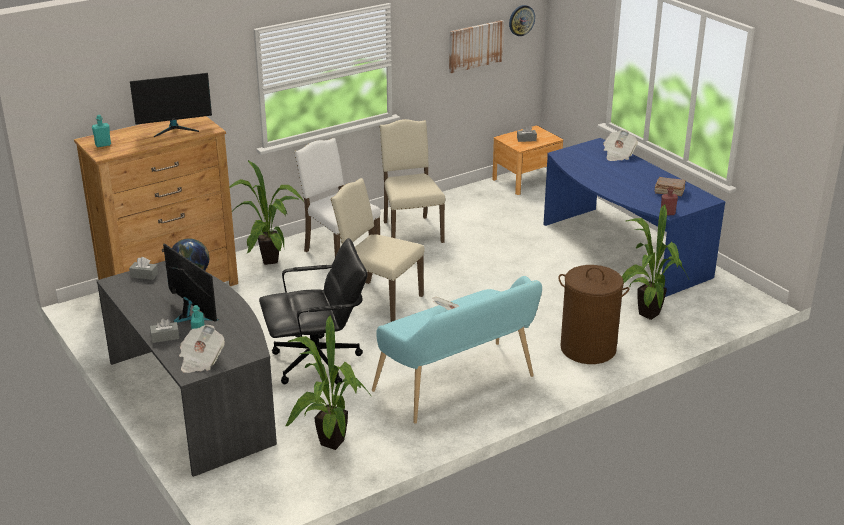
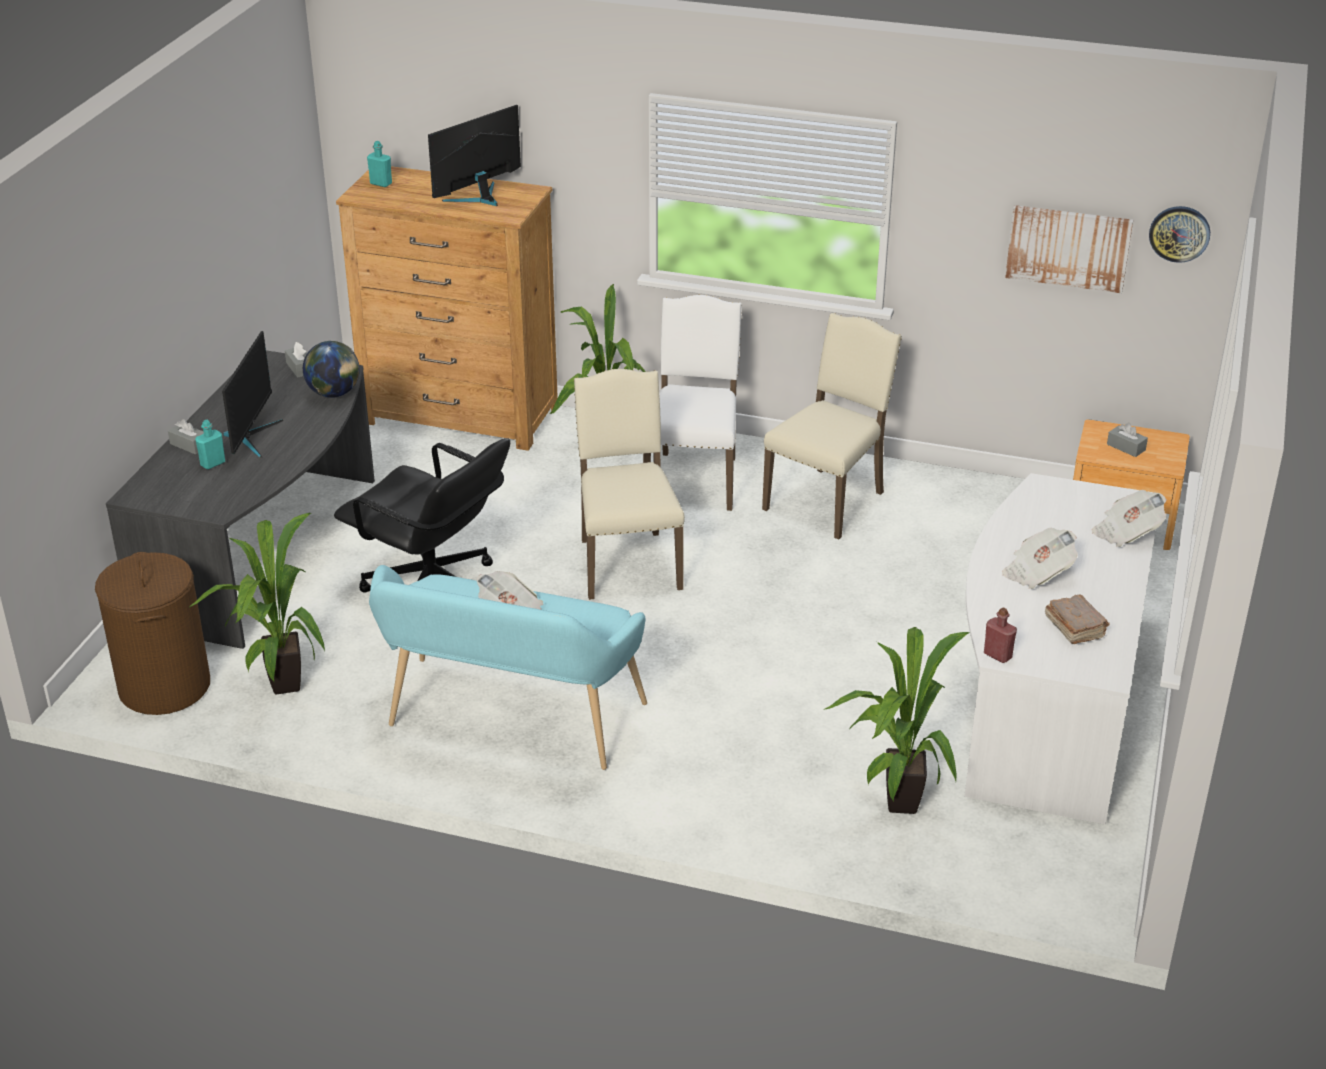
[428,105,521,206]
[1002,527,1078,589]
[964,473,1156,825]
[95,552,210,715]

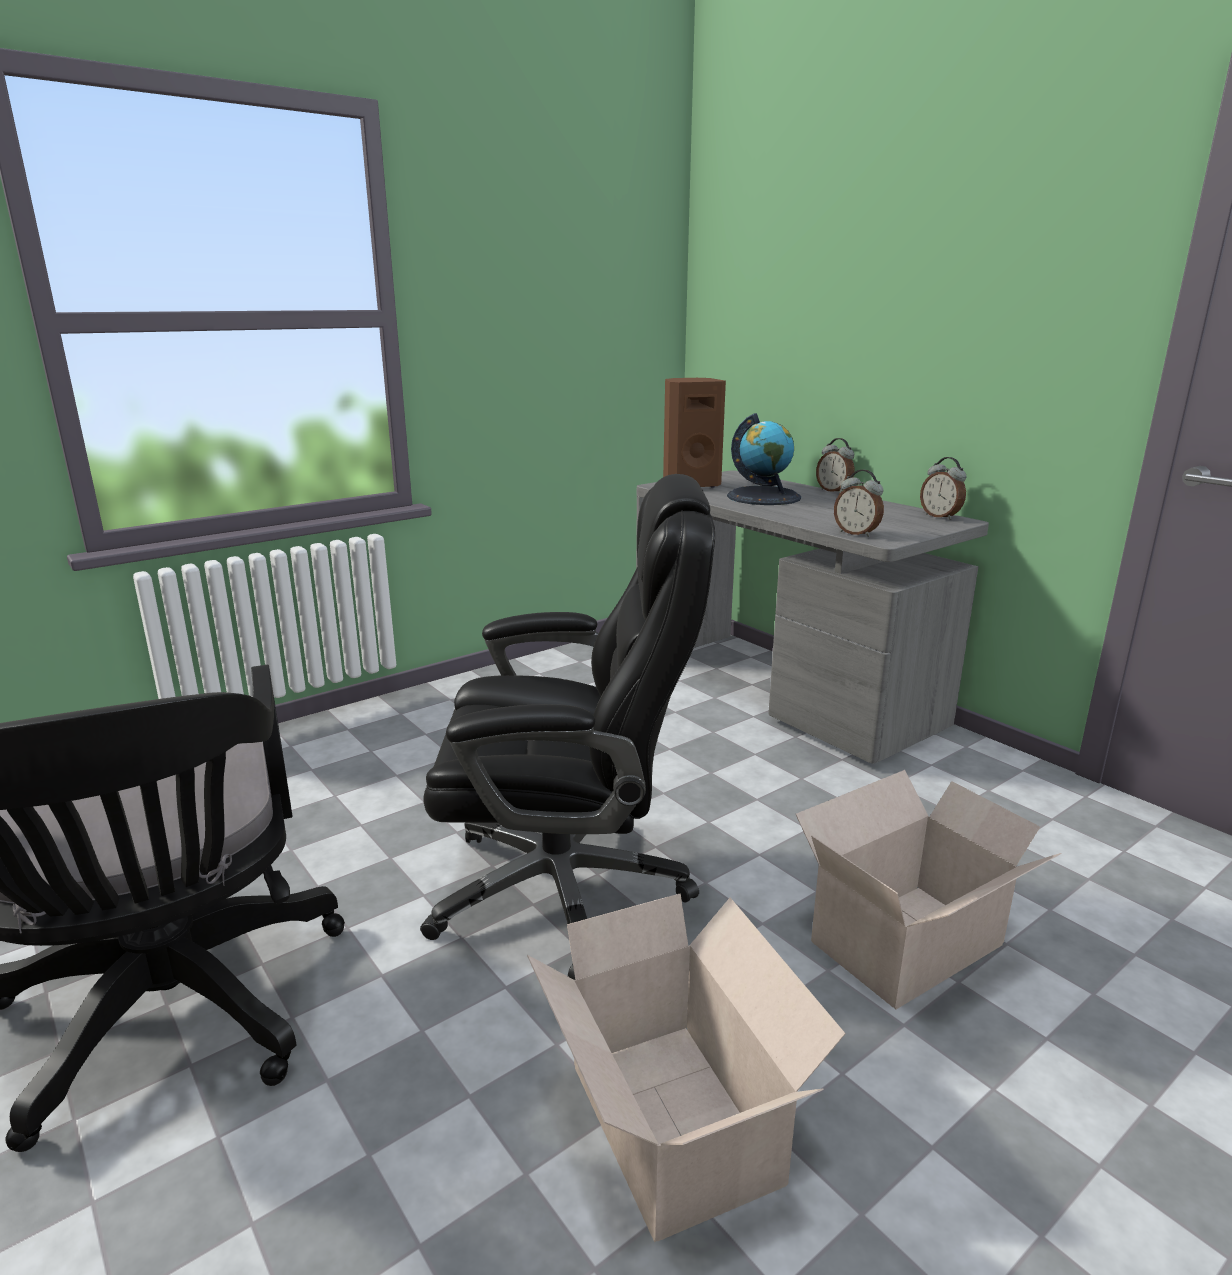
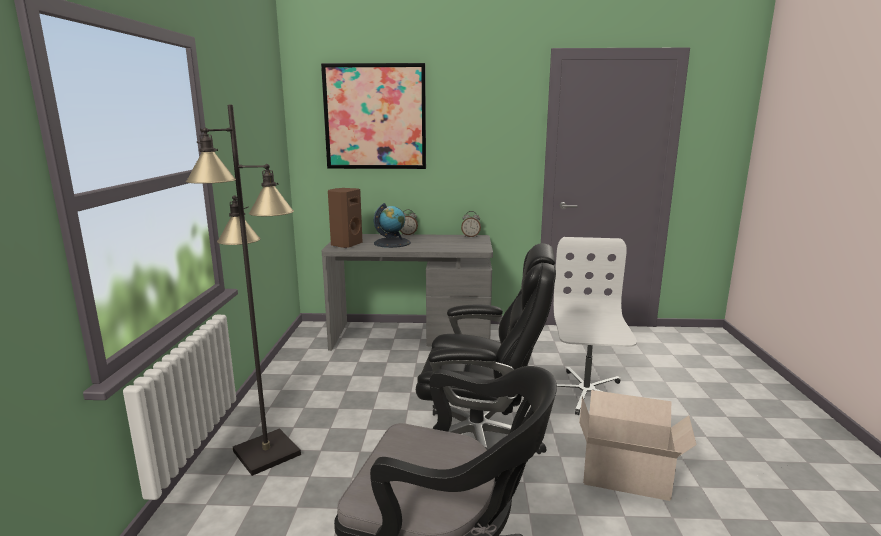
[416,243,556,454]
[554,237,637,415]
[834,470,884,537] (first image)
[185,104,301,476]
[321,63,426,169]

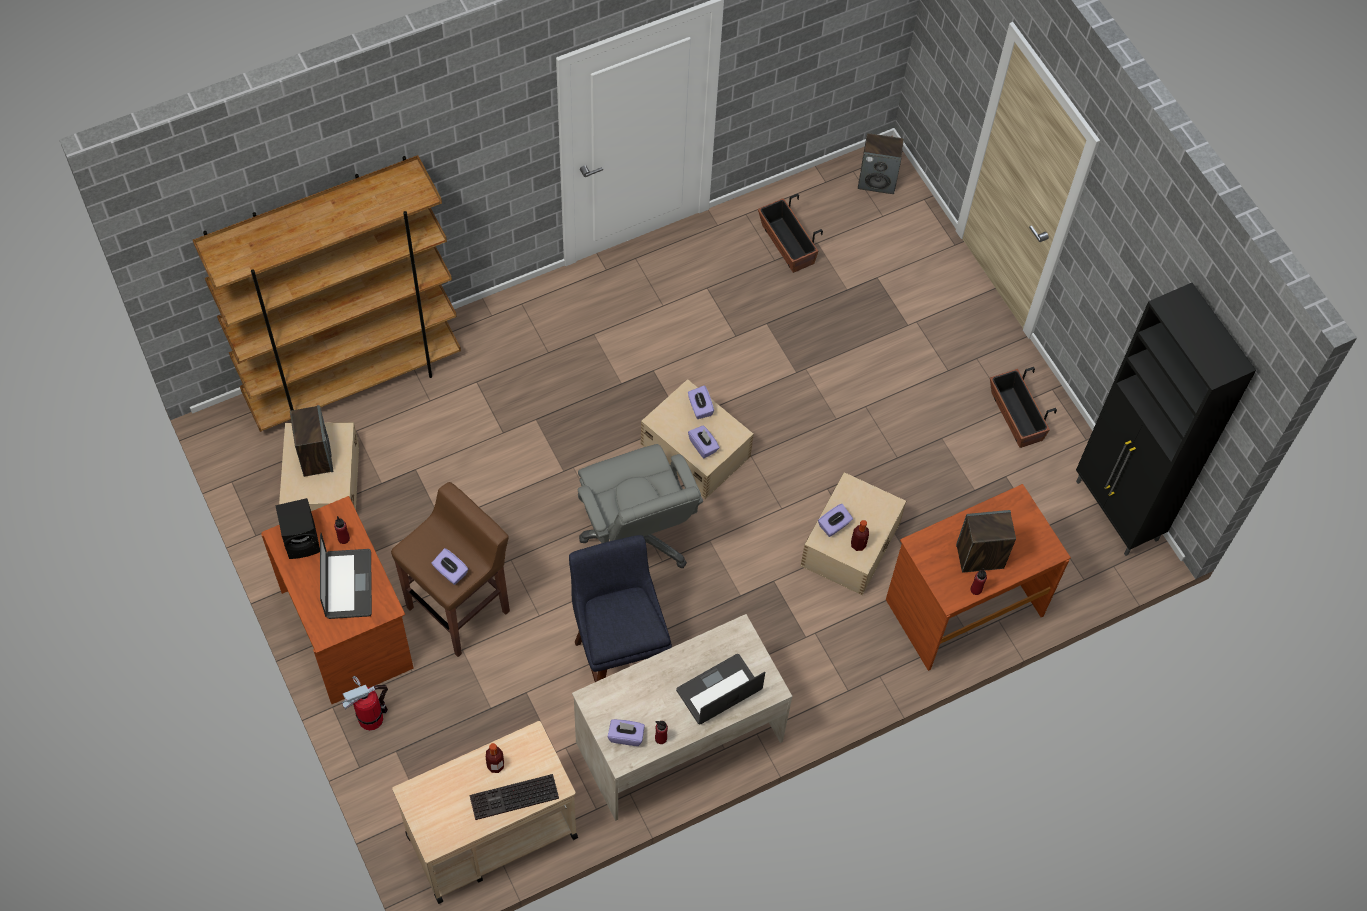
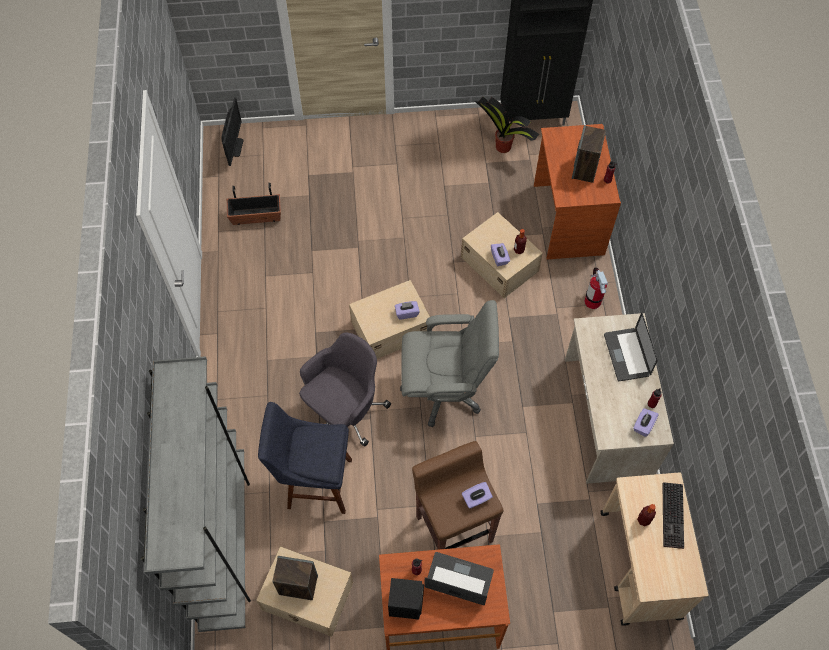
[141,356,251,632]
[584,267,608,309]
[258,402,352,514]
[688,385,714,419] (first image)
[221,98,244,166]
[990,367,1057,448] (first image)
[299,332,391,447]
[475,97,539,153]

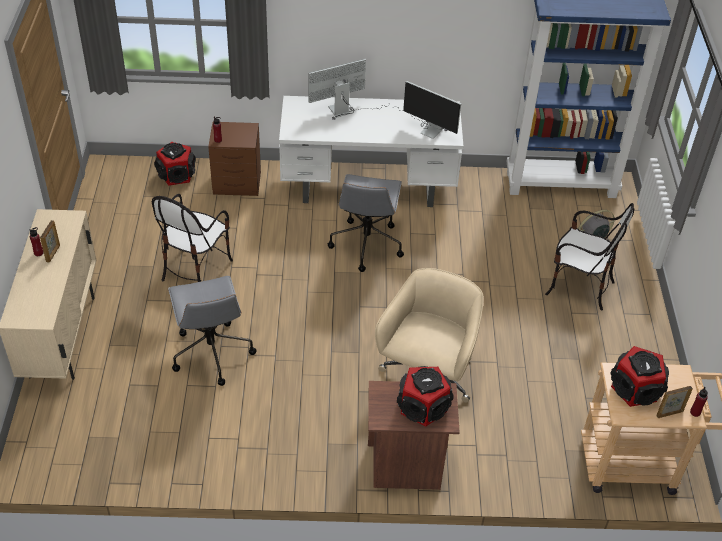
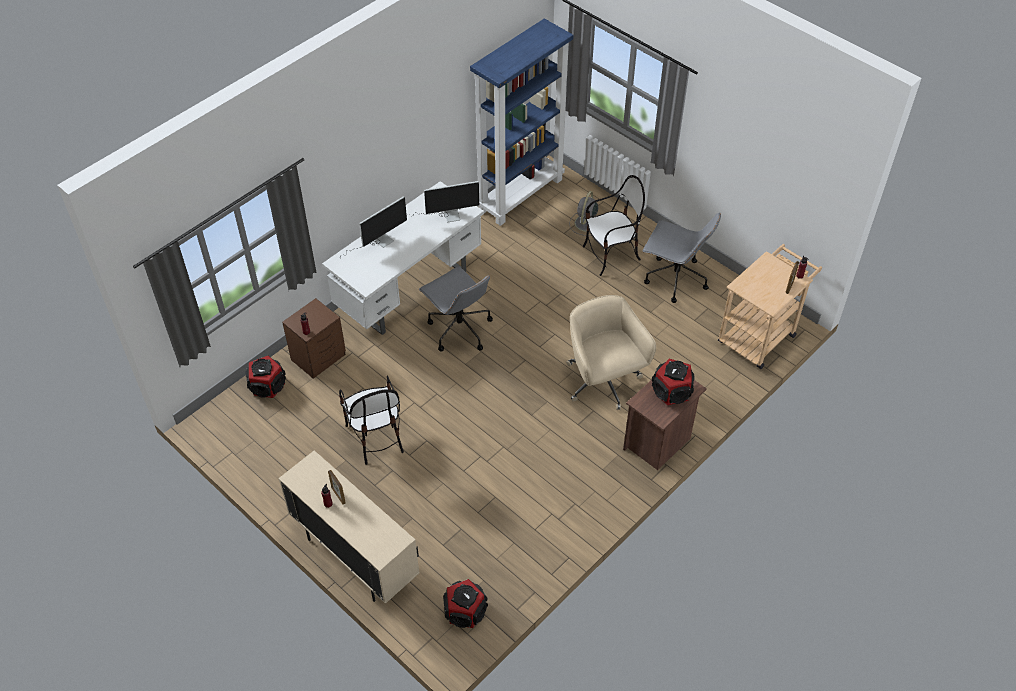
[642,212,721,303]
[340,196,407,259]
[443,579,488,628]

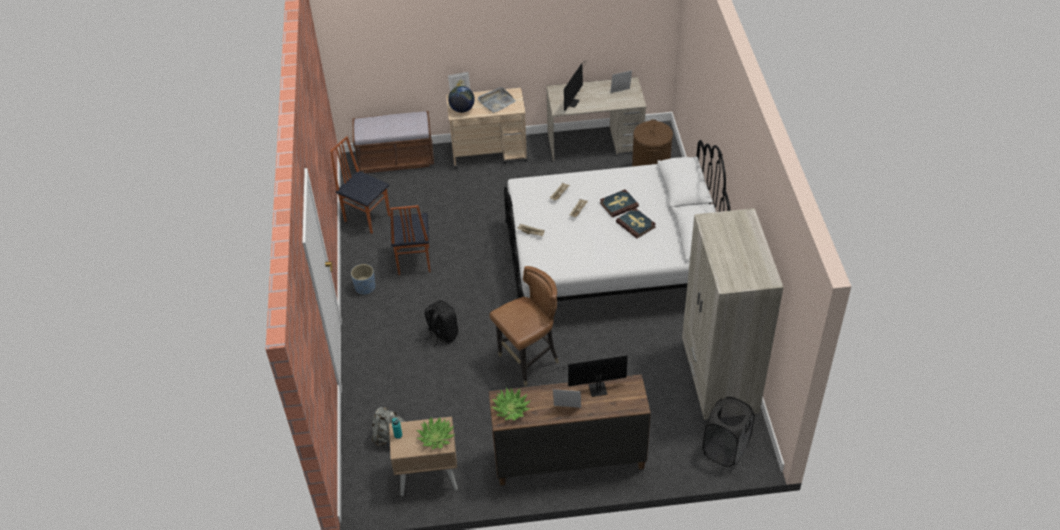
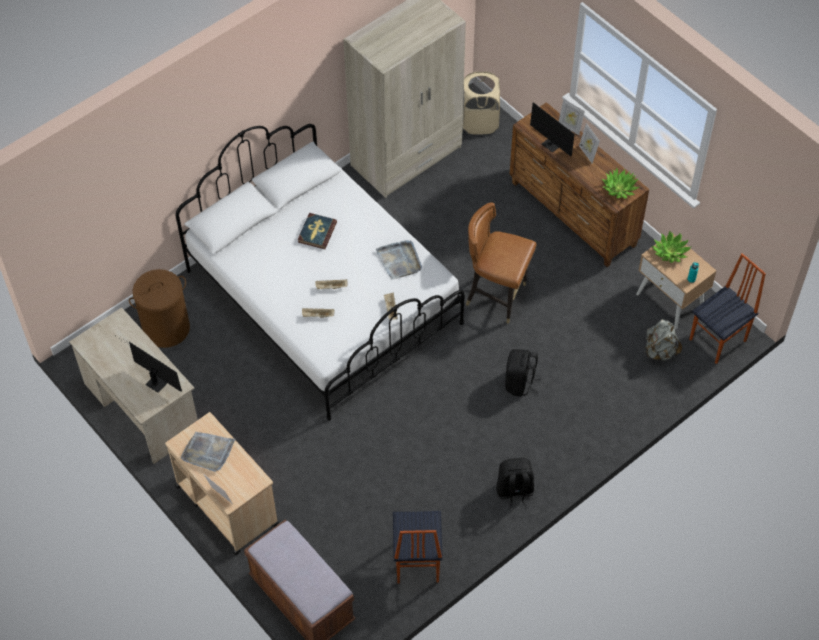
[496,458,534,510]
[689,253,766,364]
[448,86,475,113] (first image)
[121,337,182,393]
[600,189,639,218] (first image)
[558,99,585,135]
[463,71,500,134]
[376,240,422,280]

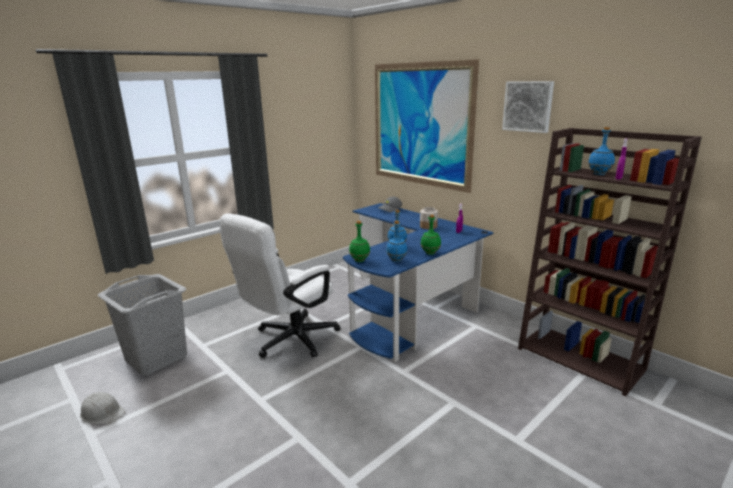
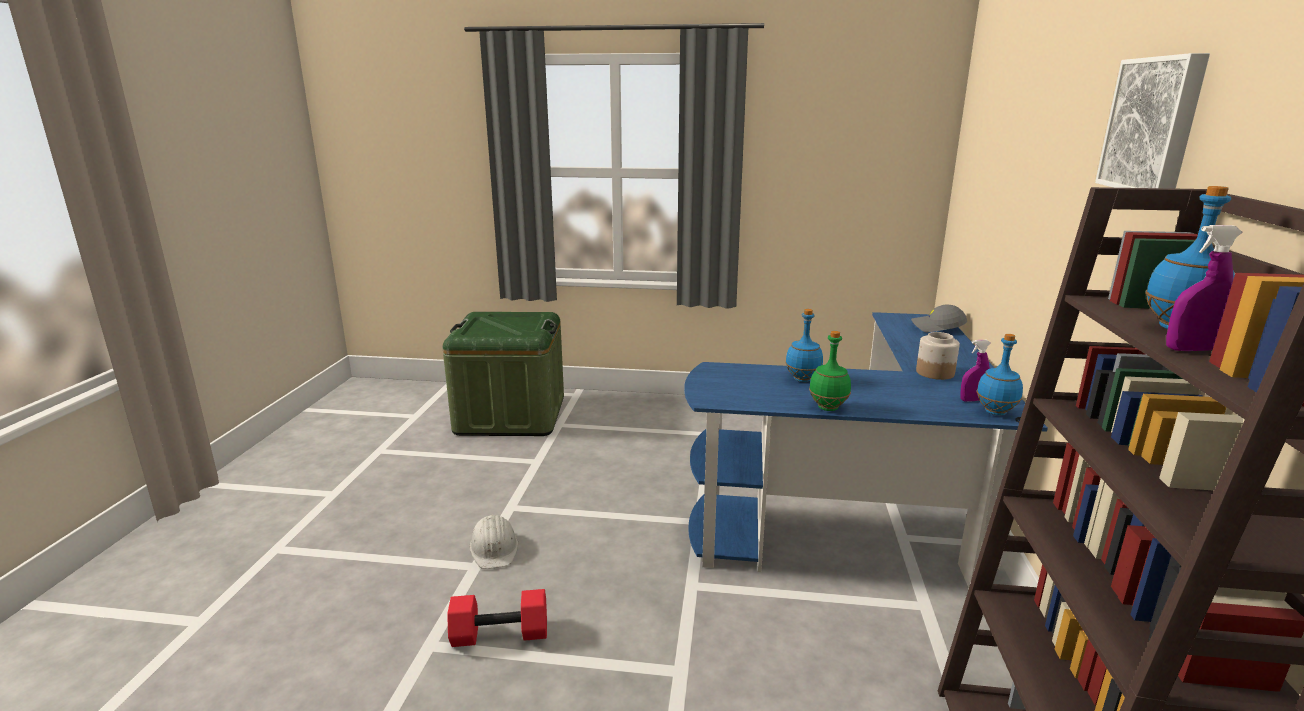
[469,515,518,569]
[442,312,564,436]
[219,213,341,358] (first image)
[349,221,370,262] (first image)
[375,59,479,193] (first image)
[976,334,1023,415]
[447,589,547,647]

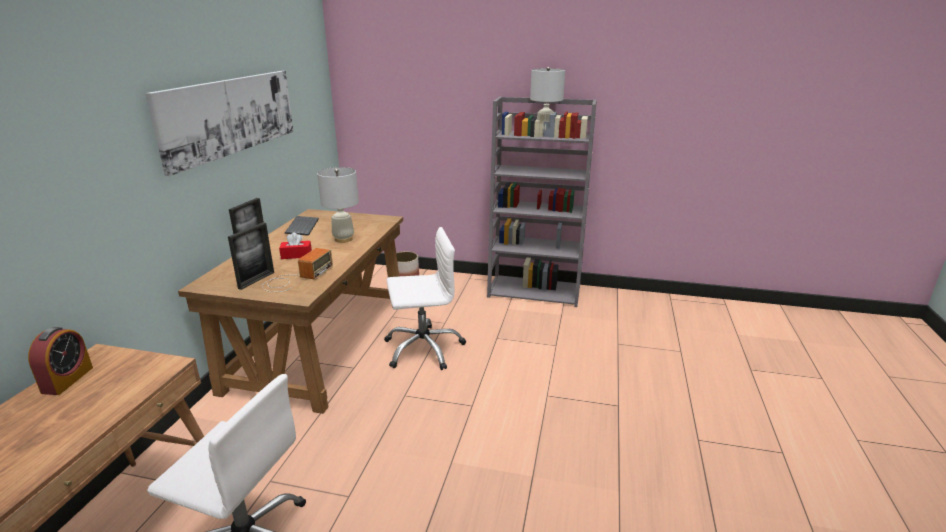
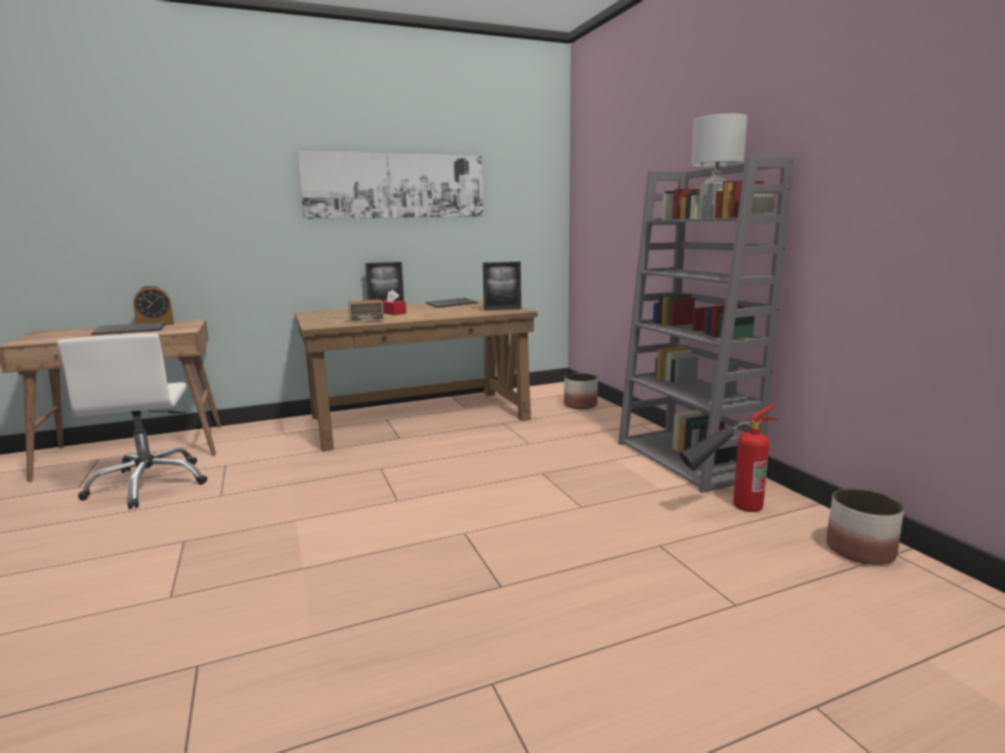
[483,262,521,311]
[317,167,359,243] (first image)
[384,227,466,370] (first image)
[91,322,165,335]
[679,404,778,512]
[826,488,904,565]

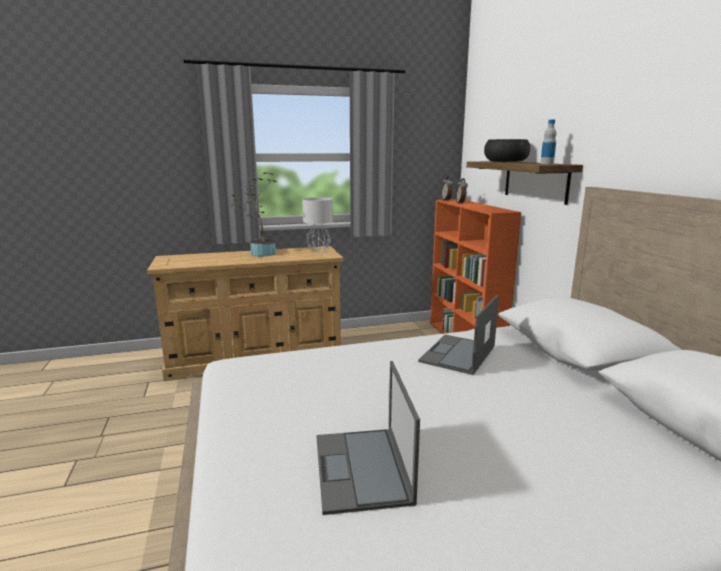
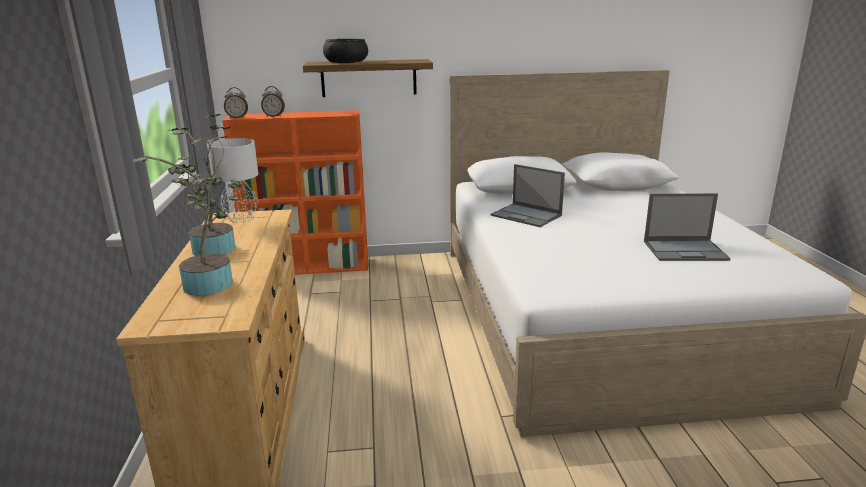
[540,120,557,164] (first image)
[132,129,242,295]

